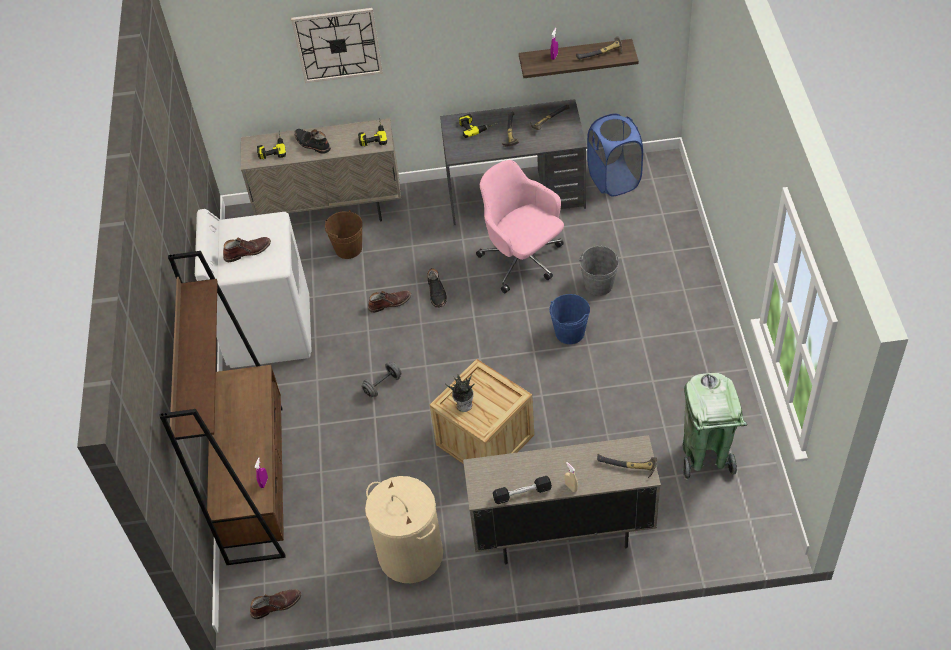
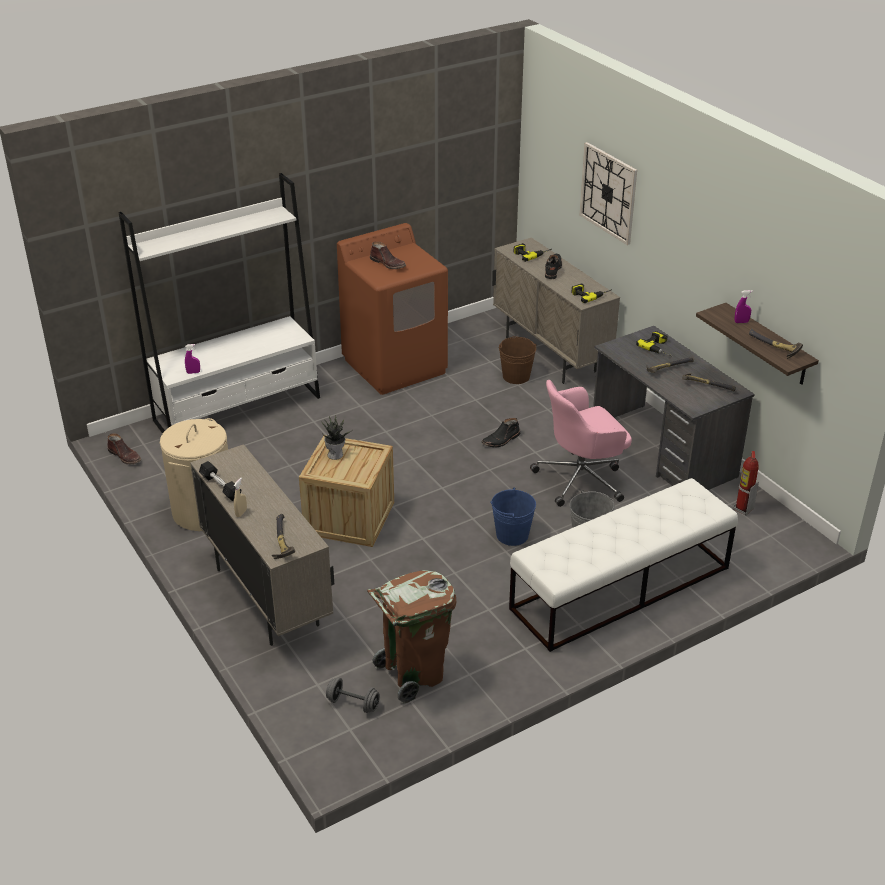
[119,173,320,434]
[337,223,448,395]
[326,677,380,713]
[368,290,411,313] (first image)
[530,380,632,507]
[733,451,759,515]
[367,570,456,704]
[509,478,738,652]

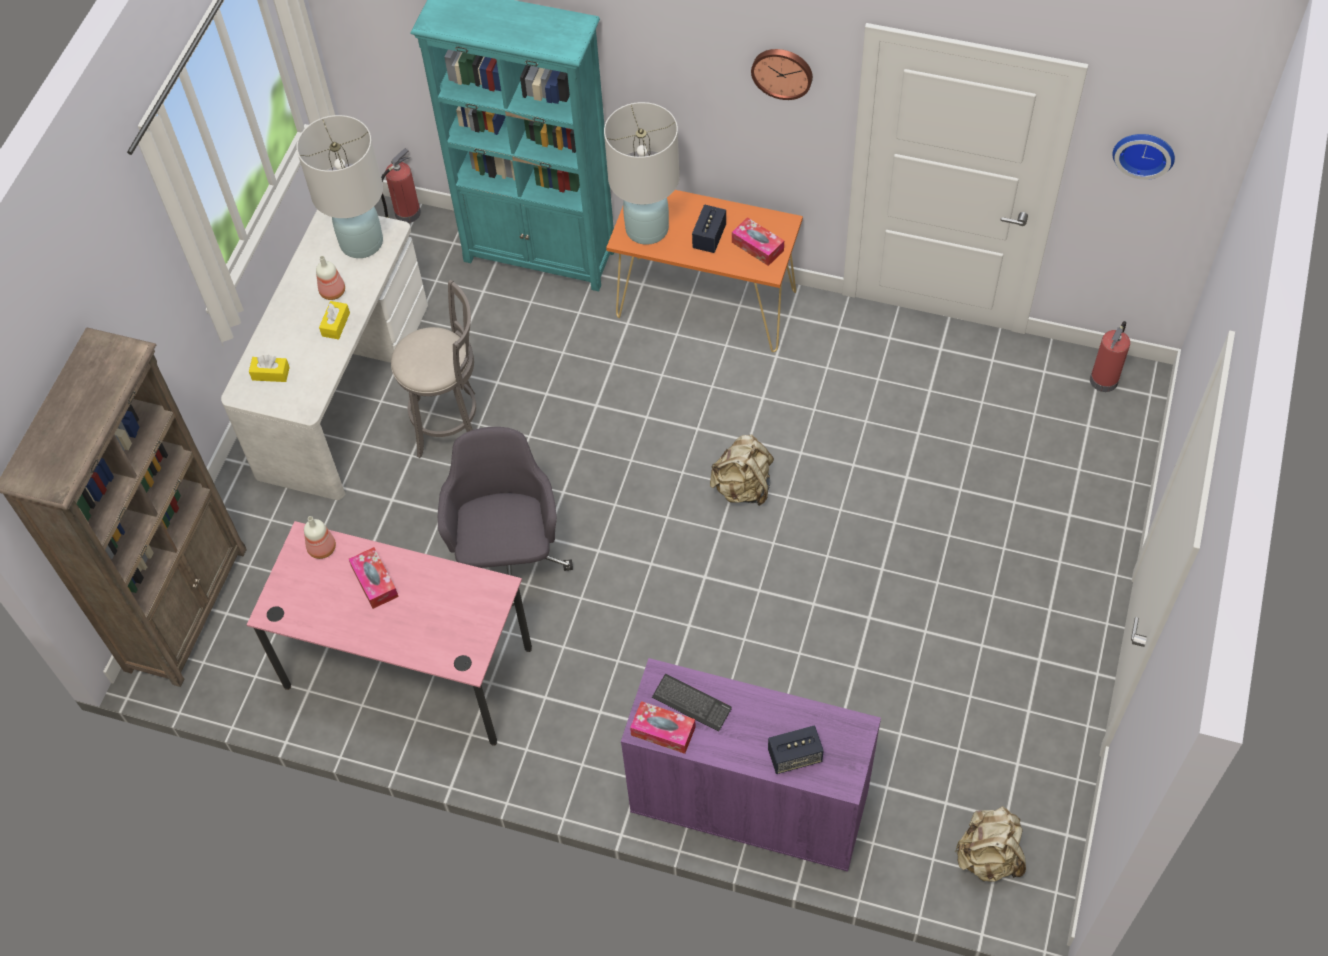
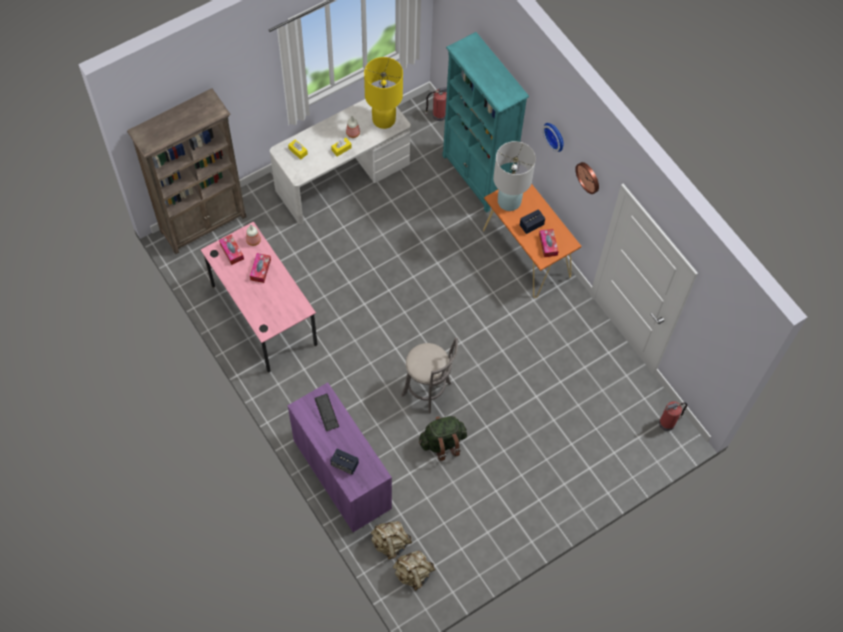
[364,57,403,129]
[401,338,458,414]
[438,427,573,606] (first image)
[219,234,244,265]
[371,521,412,560]
[543,123,564,152]
[419,416,467,461]

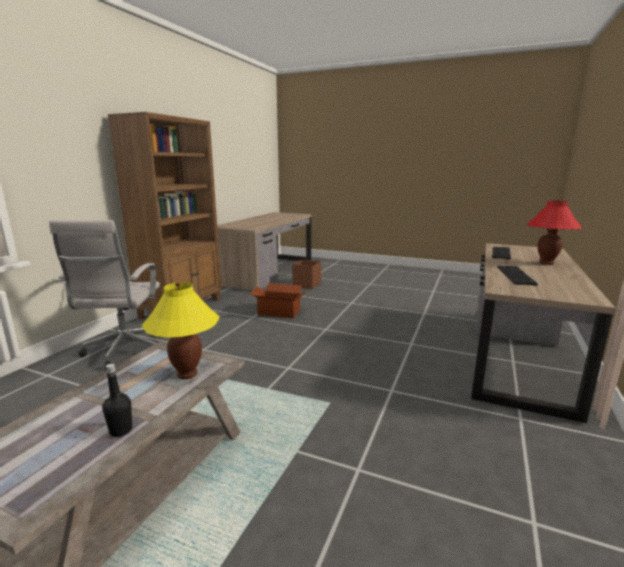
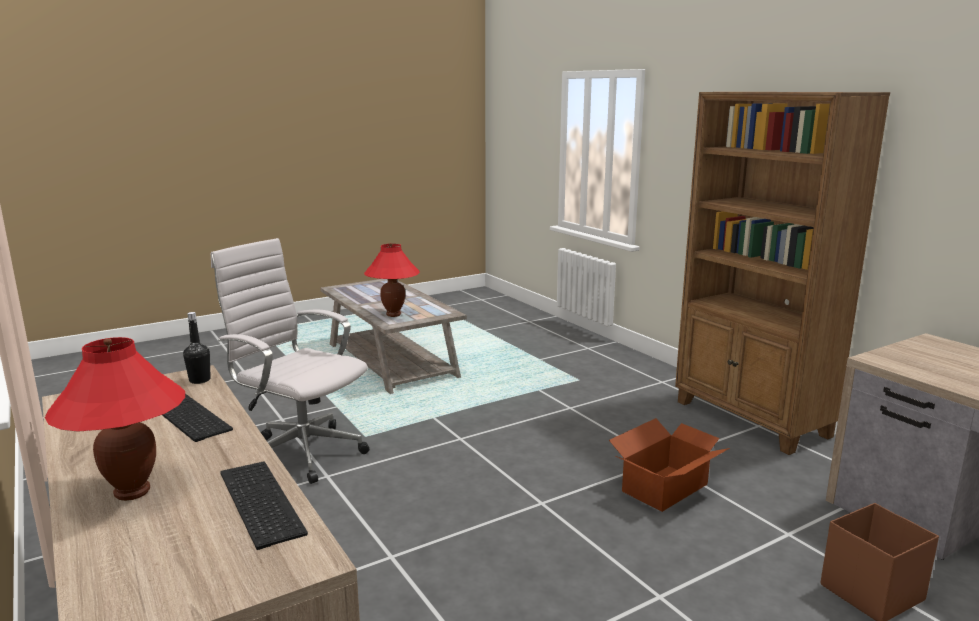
[211,238,369,484]
[183,312,211,384]
[364,243,420,317]

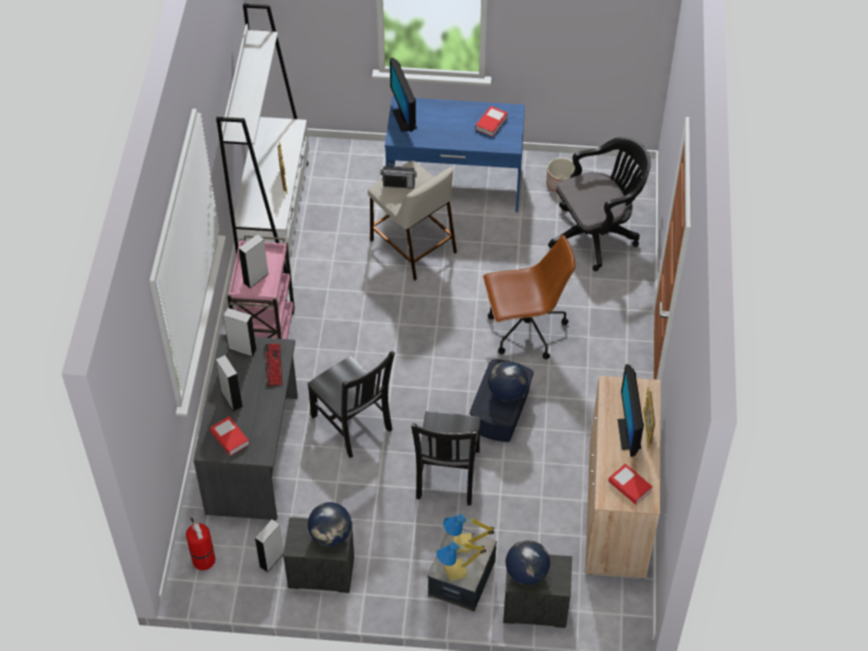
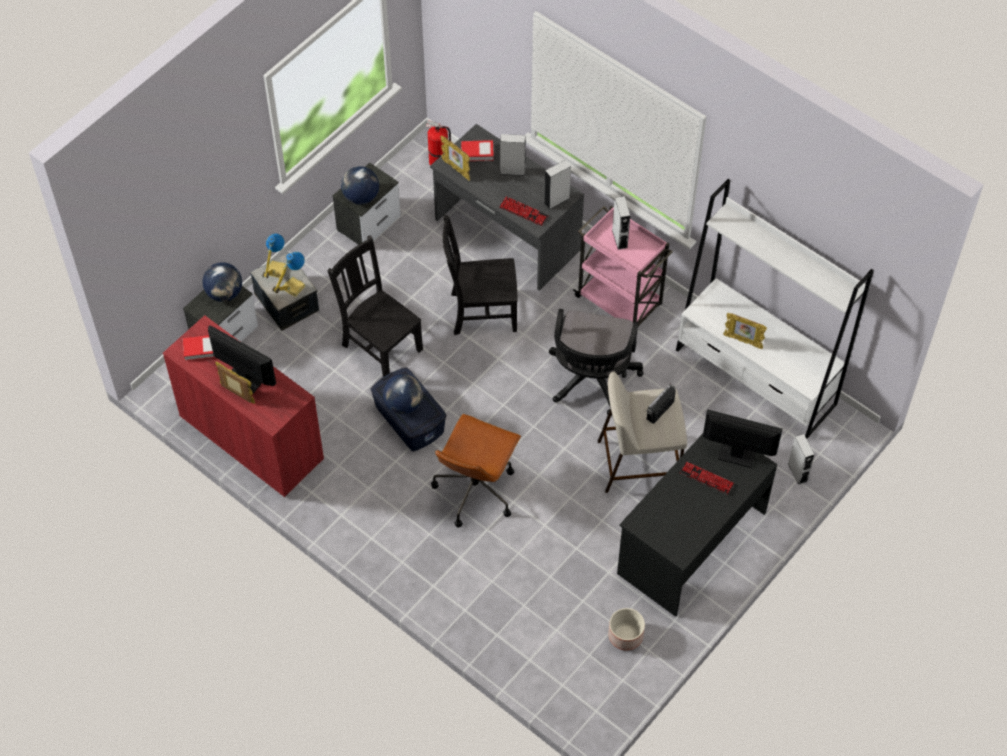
[788,434,815,485]
[617,434,777,617]
[475,106,508,137] (first image)
[549,309,643,416]
[163,315,324,497]
[440,135,470,181]
[680,462,735,494]

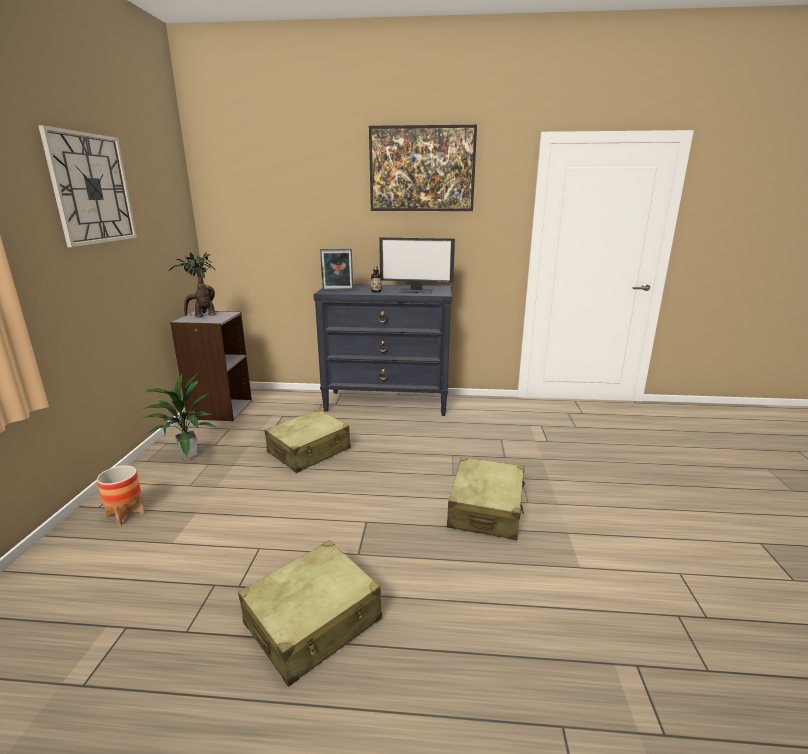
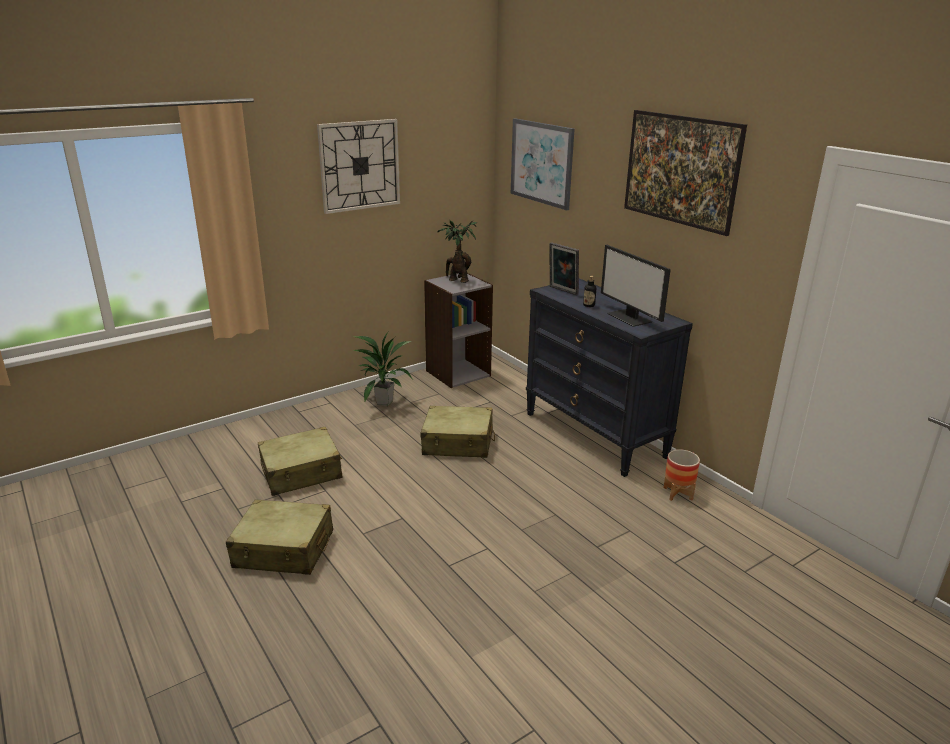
[664,449,700,501]
[258,427,343,496]
[511,118,574,210]

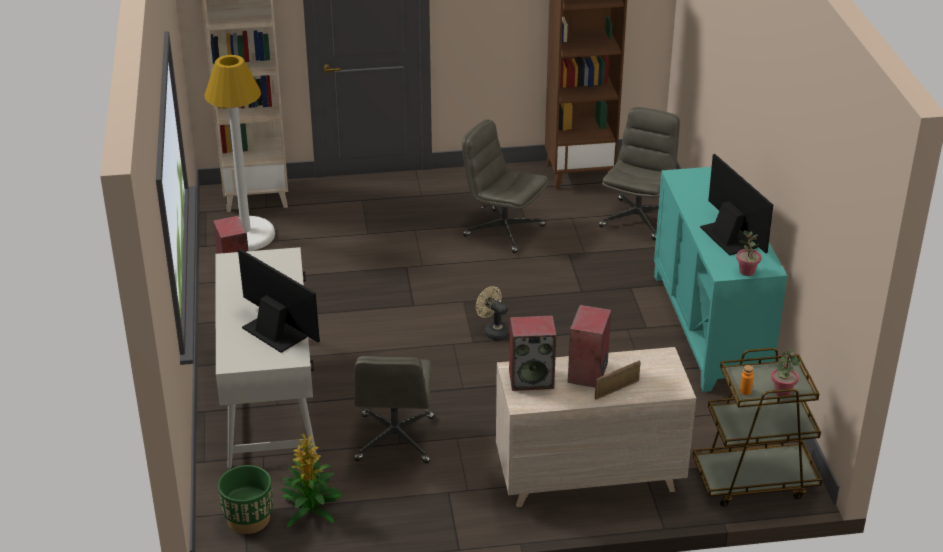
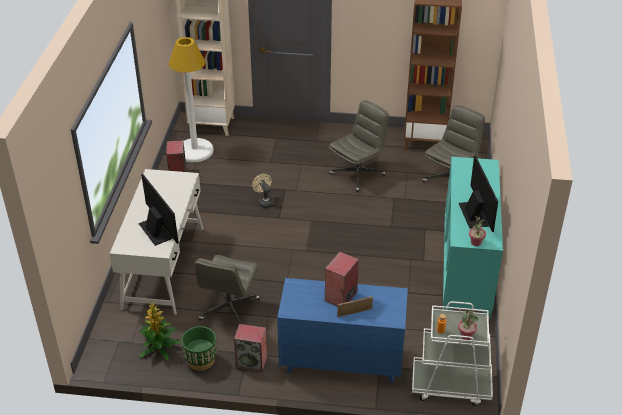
[181,326,217,371]
[329,100,389,192]
[252,174,274,208]
[277,278,408,383]
[234,324,267,372]
[412,301,493,406]

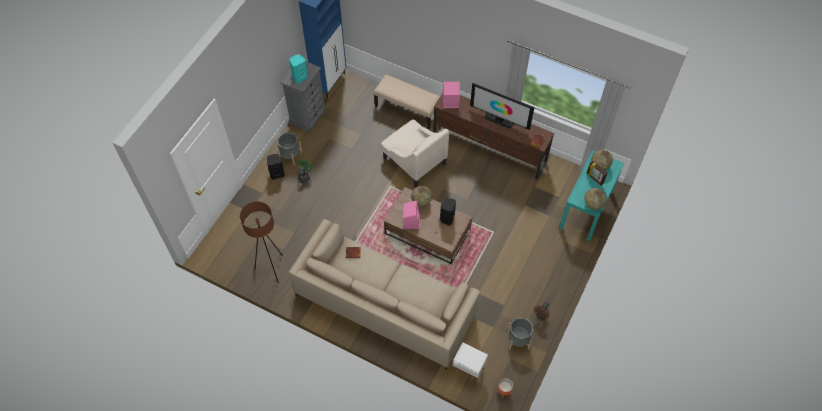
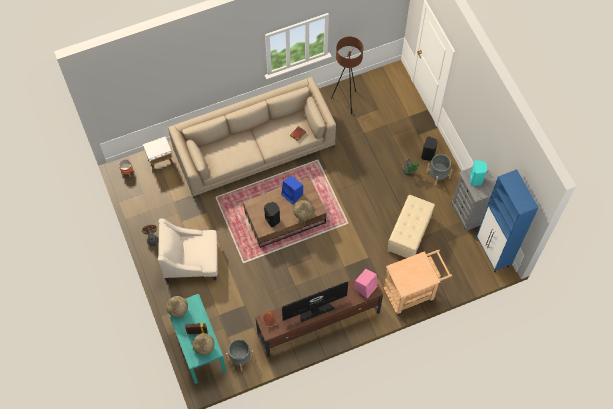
[384,250,452,316]
[158,218,218,282]
[281,176,303,204]
[226,339,254,371]
[387,195,435,258]

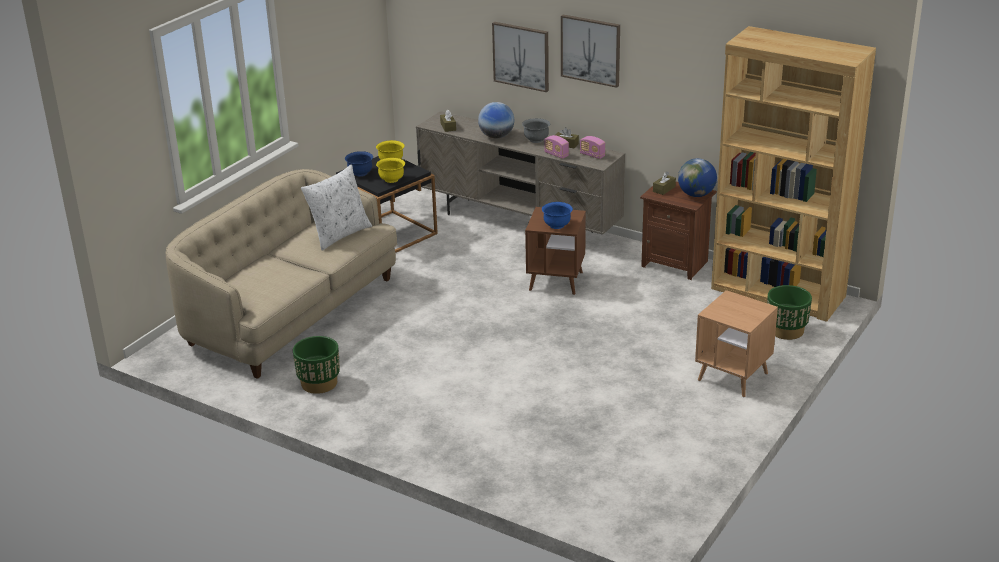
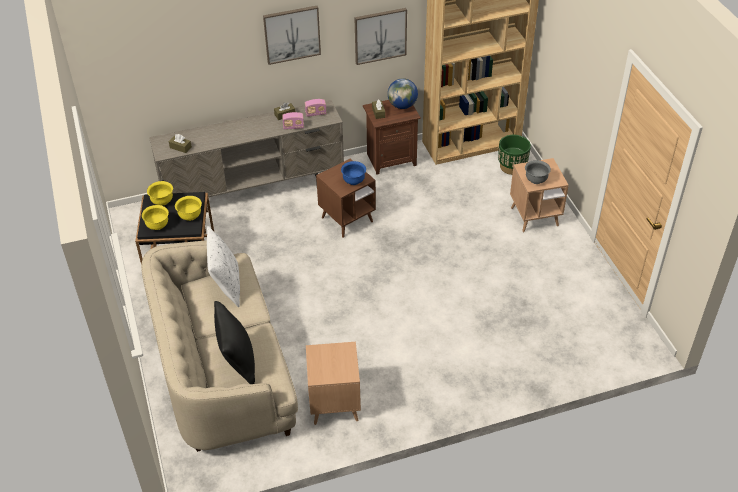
[306,342,361,425]
[142,205,169,230]
[478,102,514,138] (first image)
[354,8,407,65]
[525,160,551,184]
[214,301,255,384]

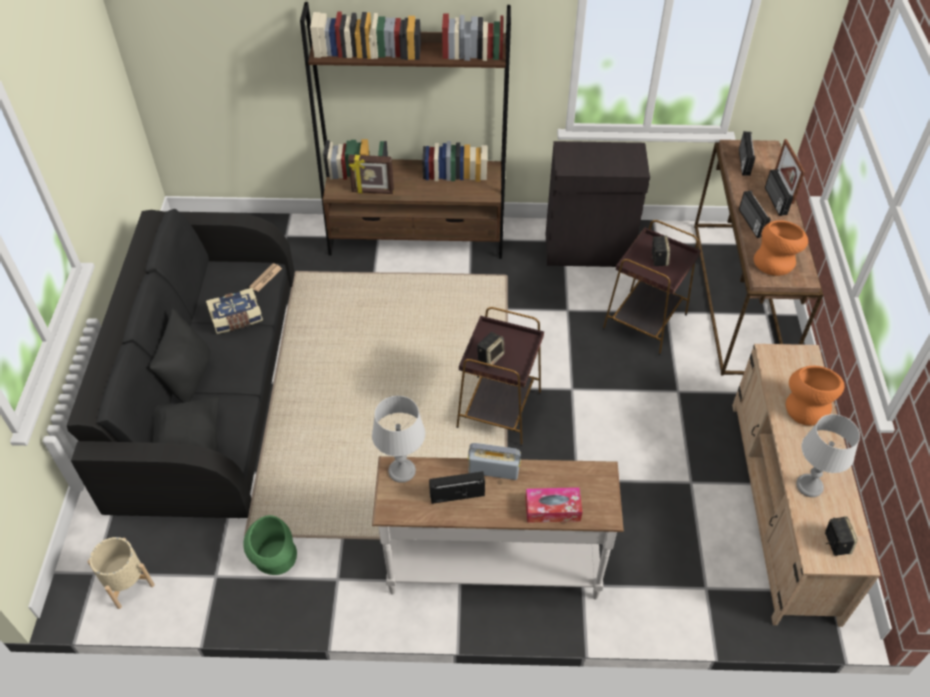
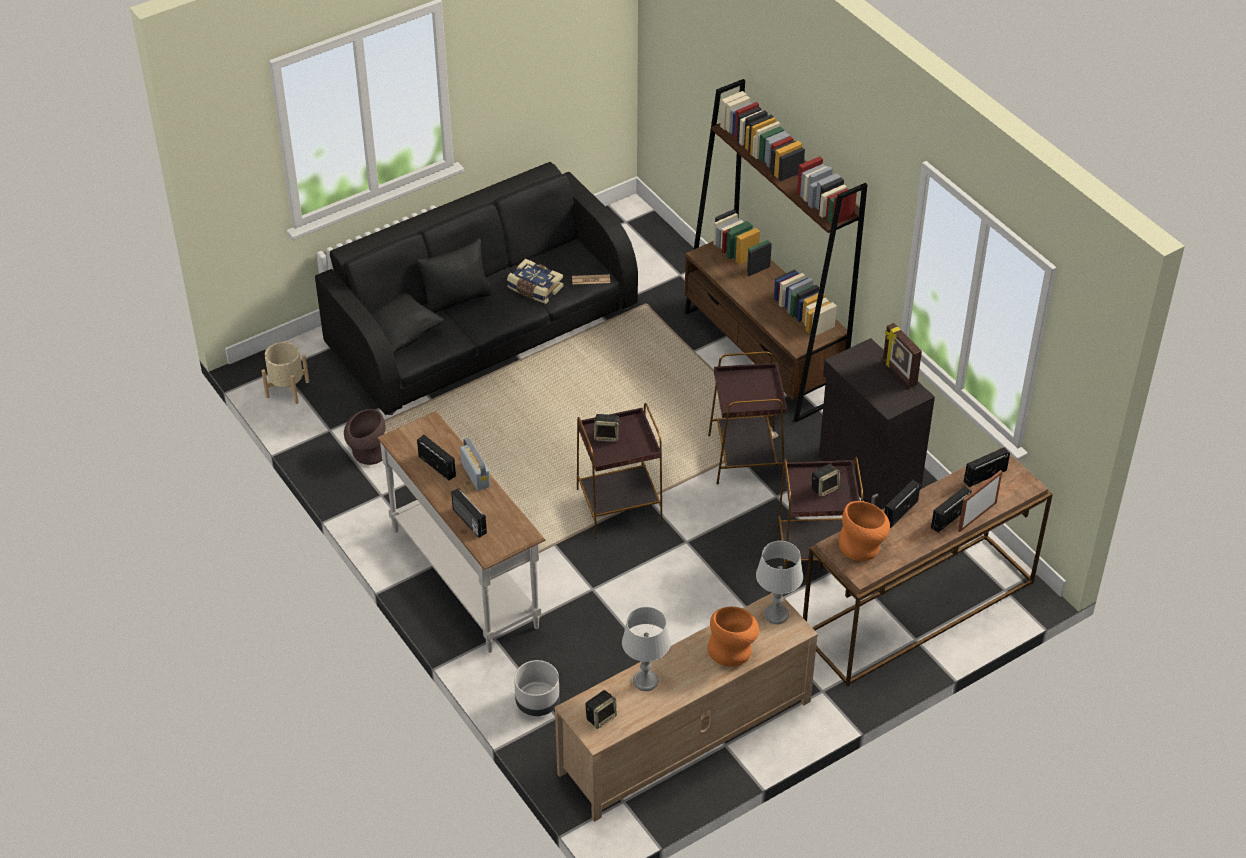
[344,409,386,465]
[883,323,922,388]
[756,541,803,624]
[451,488,487,538]
[514,660,560,716]
[708,351,787,485]

